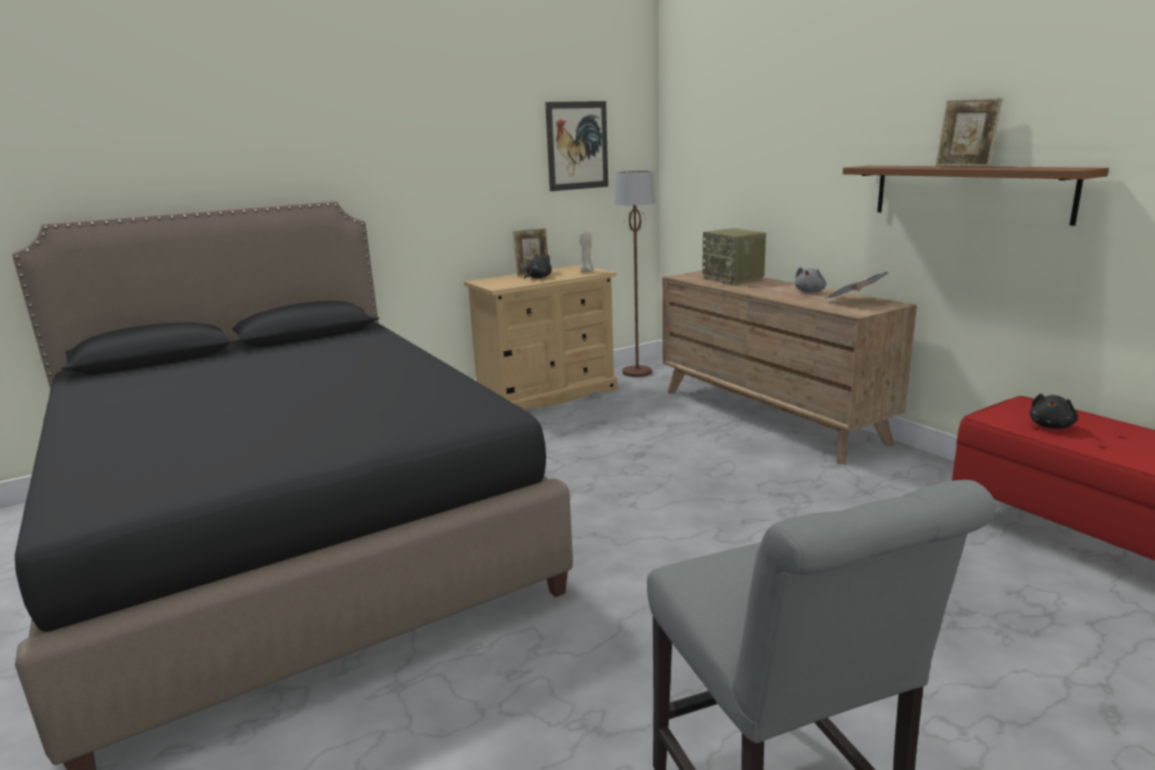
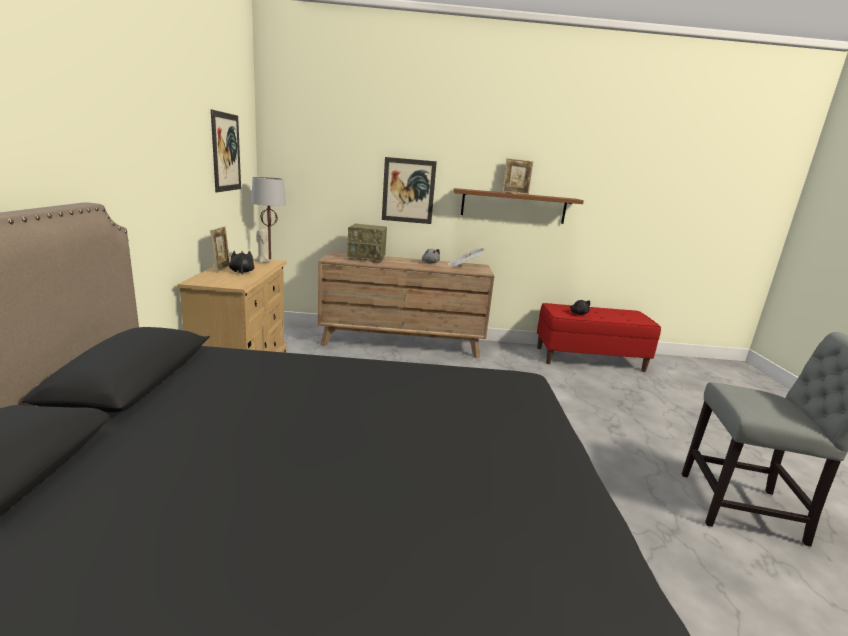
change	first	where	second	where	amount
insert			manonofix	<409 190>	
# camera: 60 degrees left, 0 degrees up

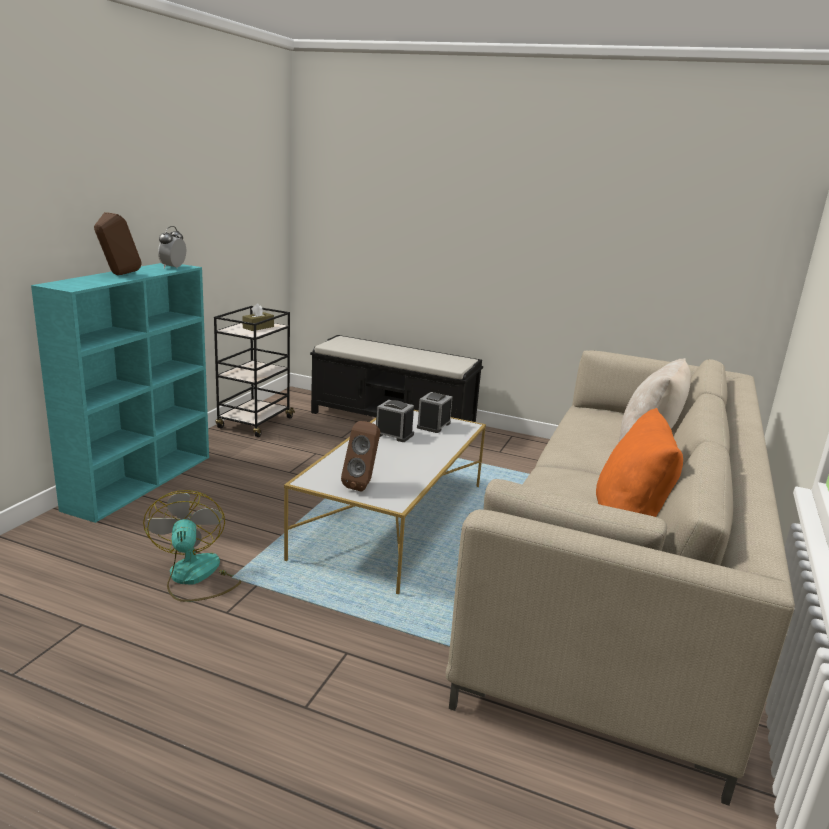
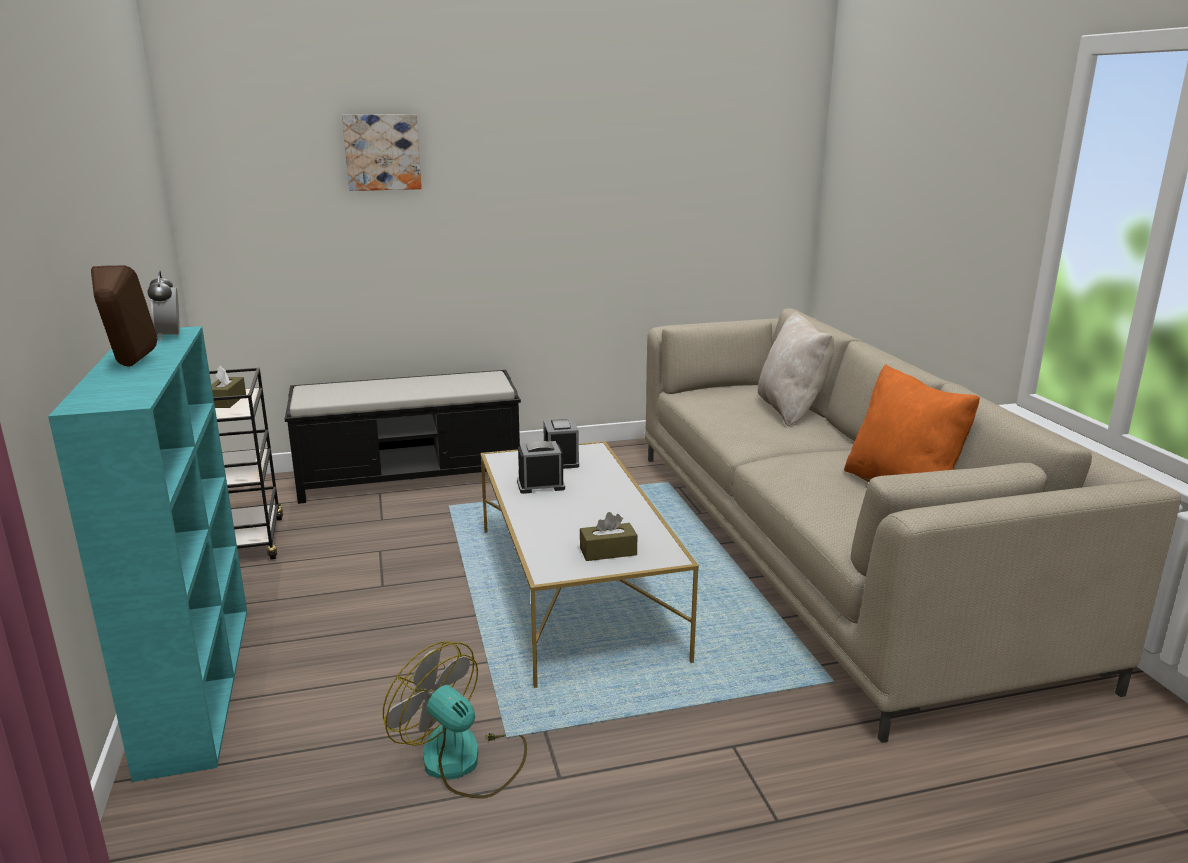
change	first	where	second	where	amount
replace	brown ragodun	<360 456>	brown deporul	<608 536>	
insert			manonofix	<382 152>	
# camera: 35 degrees left, 0 degrees up

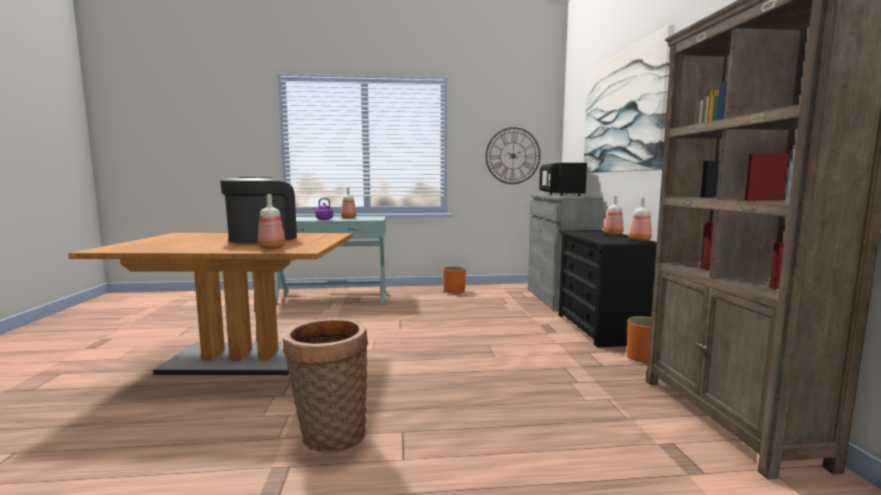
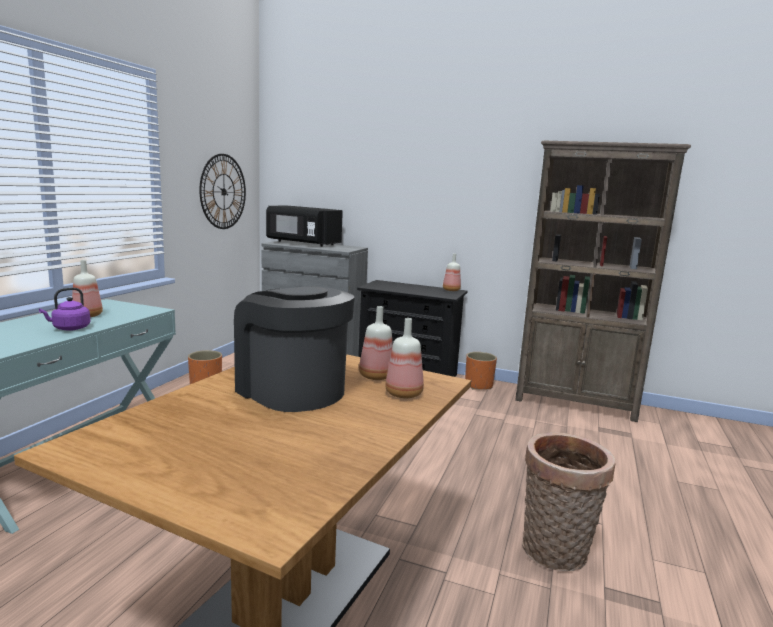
change	first	where	second	where	amount
delete	manonofix	<629 99>			
move	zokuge	<613 215>		<376 343>	
# camera: 65 degrees left, 5 degrees up

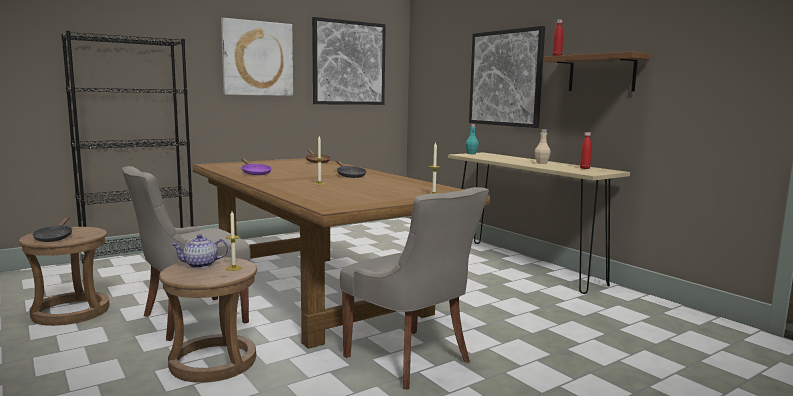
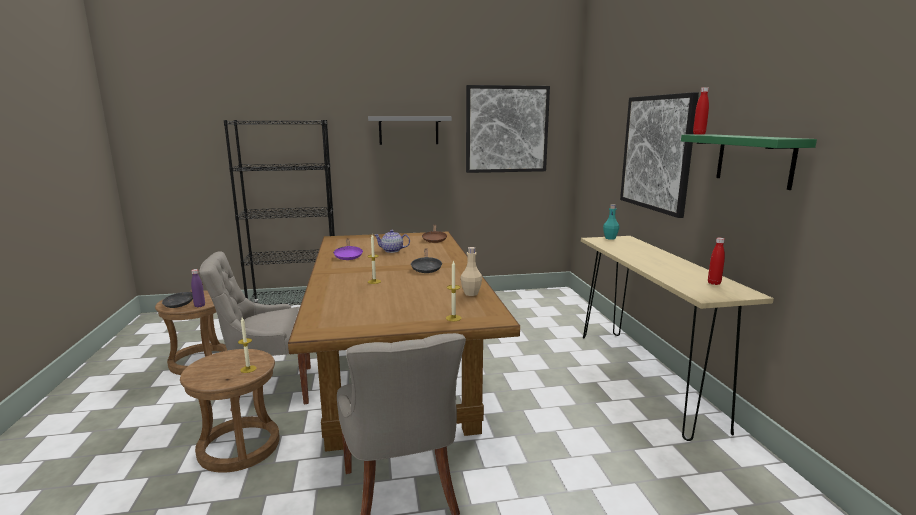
change	first	where	second	where	amount
move	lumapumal	<199 251>		<392 241>	
replace	manonofix	<257 57>	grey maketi	<410 130>	
move	beige zokuge	<543 146>		<471 271>	
recolor	brown maketi	<597 72>	green maketi	<749 162>	
insert			purple zokuge	<198 288>	
# camera: 25 degrees right, 5 degrees up

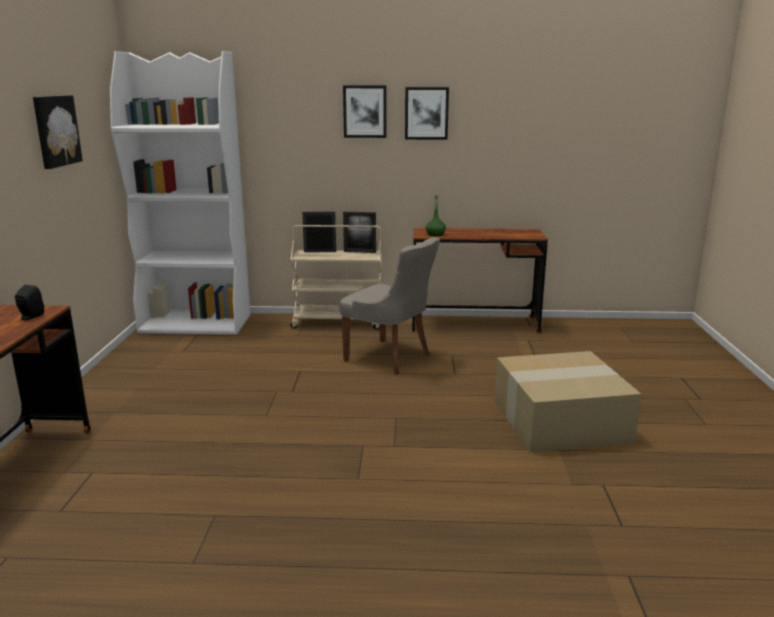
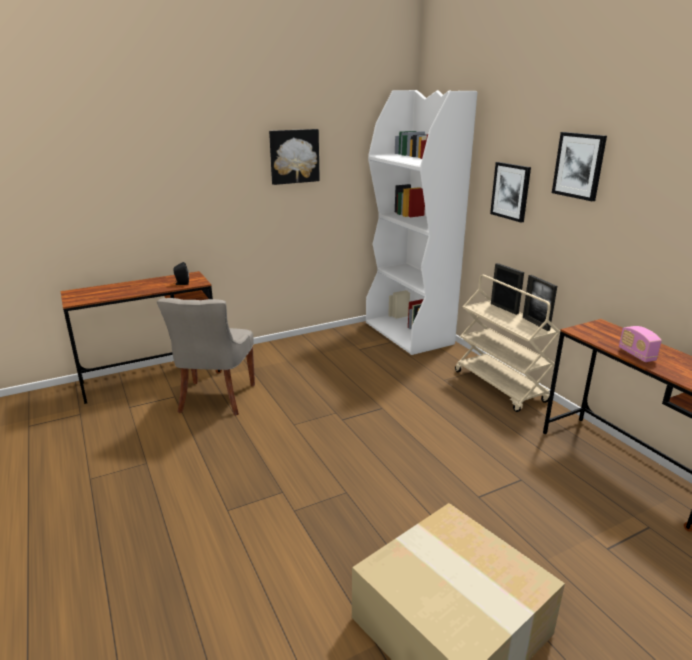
change	first	where	second	where	amount
move	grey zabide	<390 306>		<206 357>	
move	manonofix	<427 113>		<510 192>	
delete	green zokuge	<435 216>			
insert			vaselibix	<640 344>	
# camera: 60 degrees right, 5 degrees up

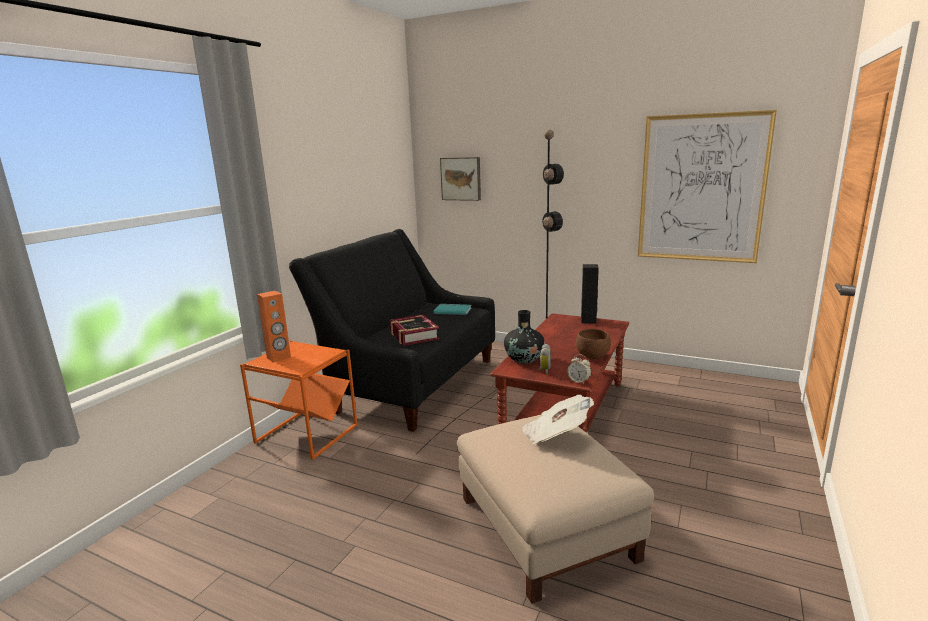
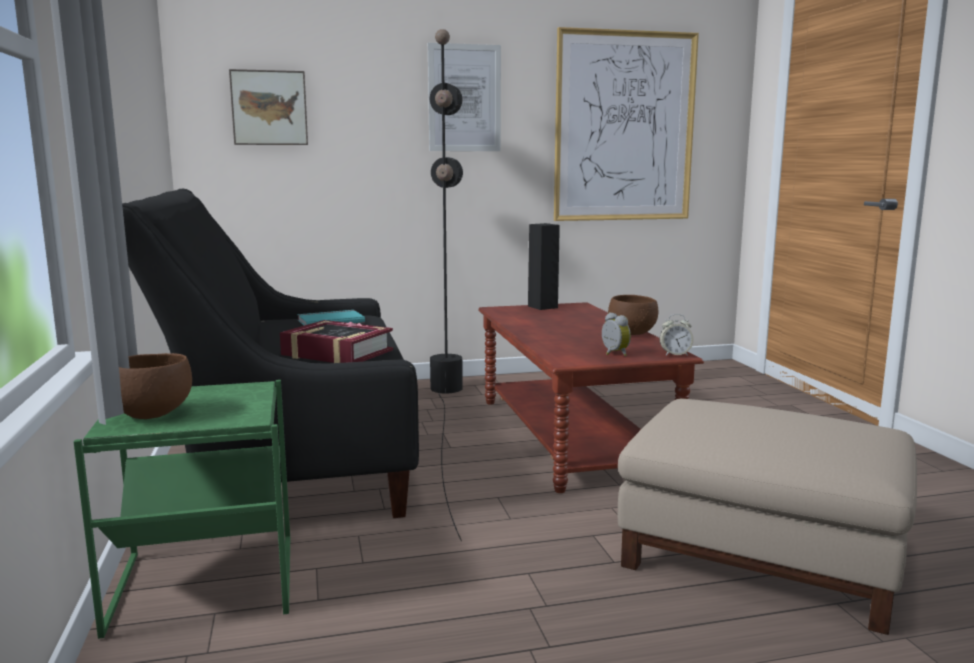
change	first	where	second	where	amount
recolor	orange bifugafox	<298 400>	green bifugafox	<182 509>	
replace	orange ragodun	<274 326>	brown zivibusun	<155 386>	
delete	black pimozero	<524 337>			
delete	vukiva	<558 419>			
insert			manonofix	<464 97>	
# camera: 40 degrees left, 5 degrees down

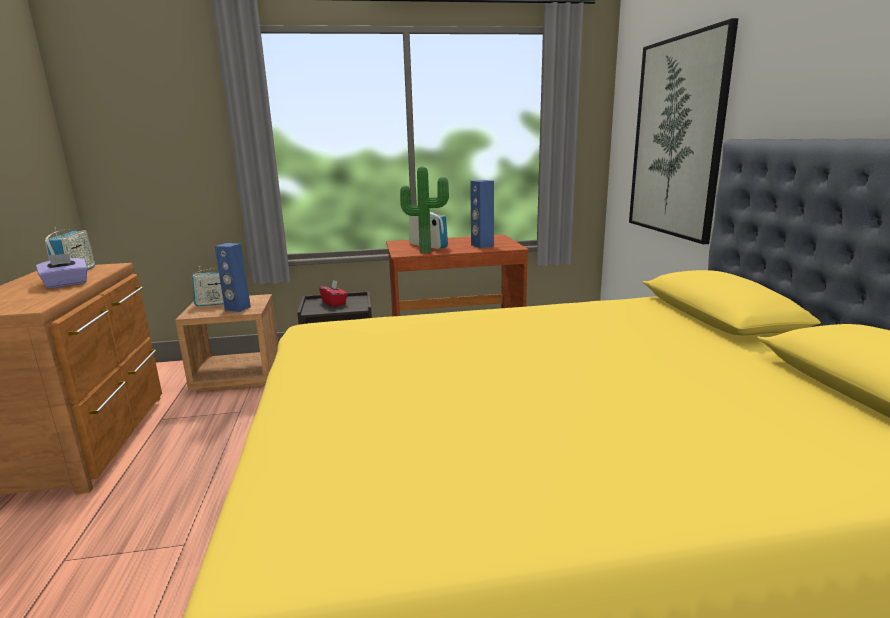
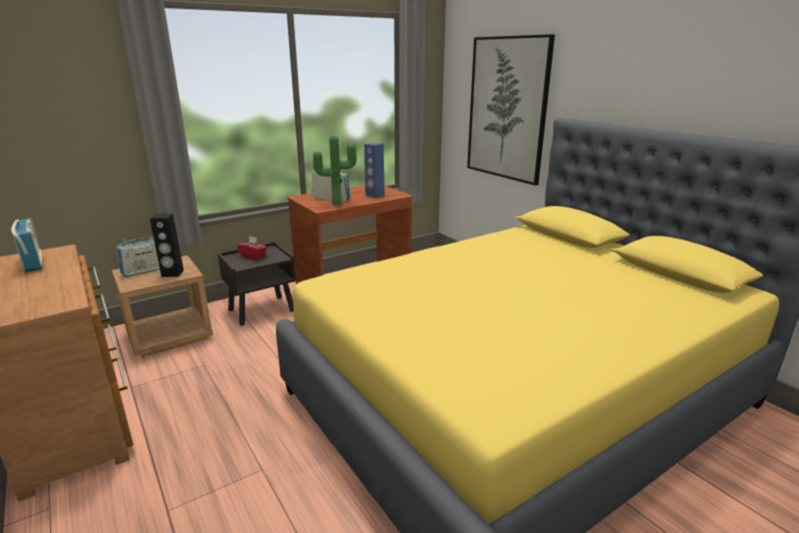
change	first	where	second	where	amount
delete	purple deporul	<62 271>			
recolor	blue ragodun	<233 277>	black ragodun	<167 245>	
# camera: 25 degrees left, 5 degrees up

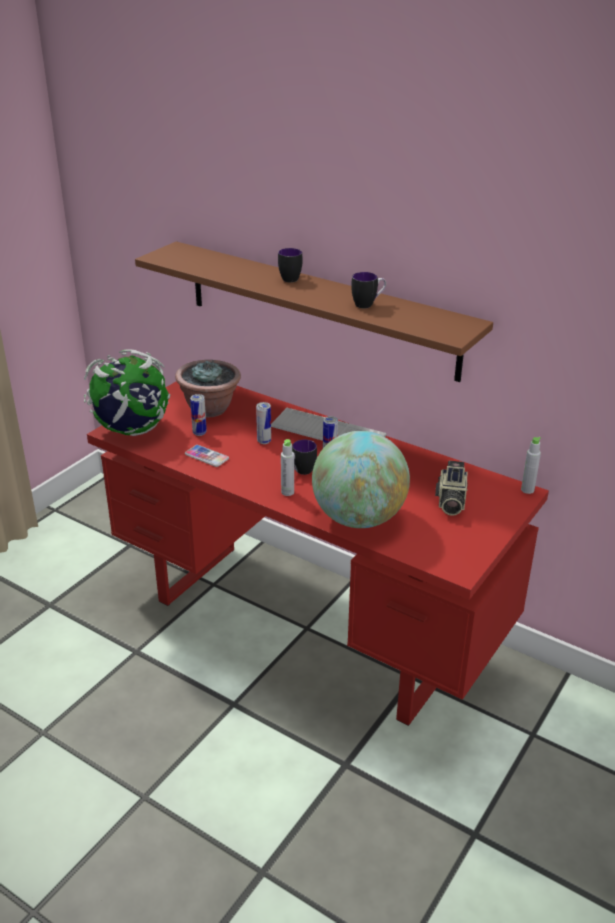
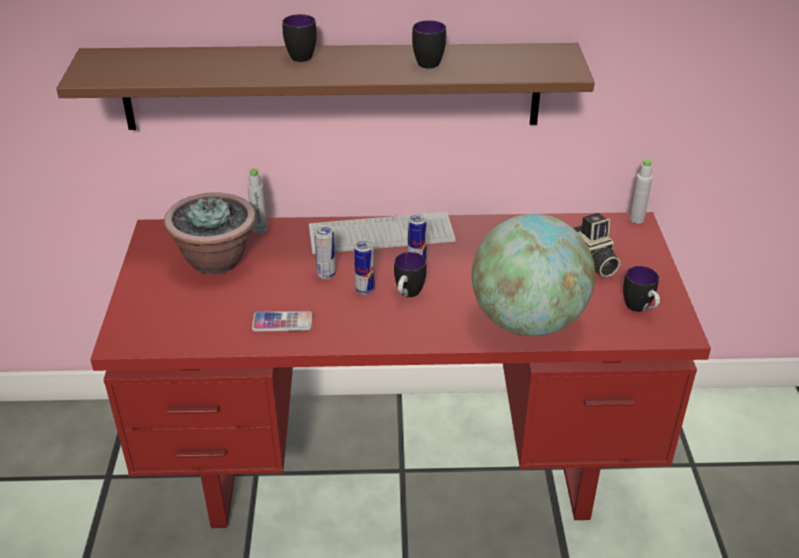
change	first	where	second	where	amount
delete	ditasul	<127 392>			
move	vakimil	<198 415>		<364 267>	
move	grey zokuge	<287 467>		<257 201>	
insert			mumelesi	<641 289>	
# camera: 35 degrees left, 5 degrees up

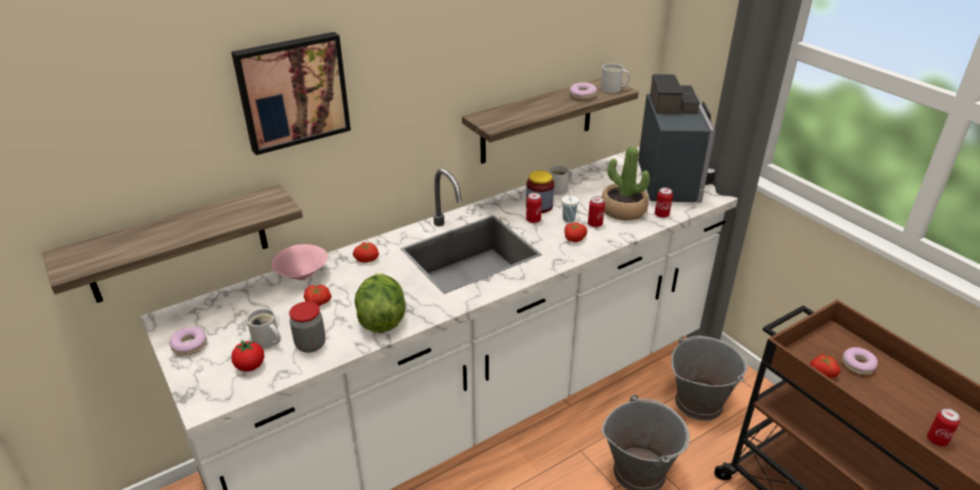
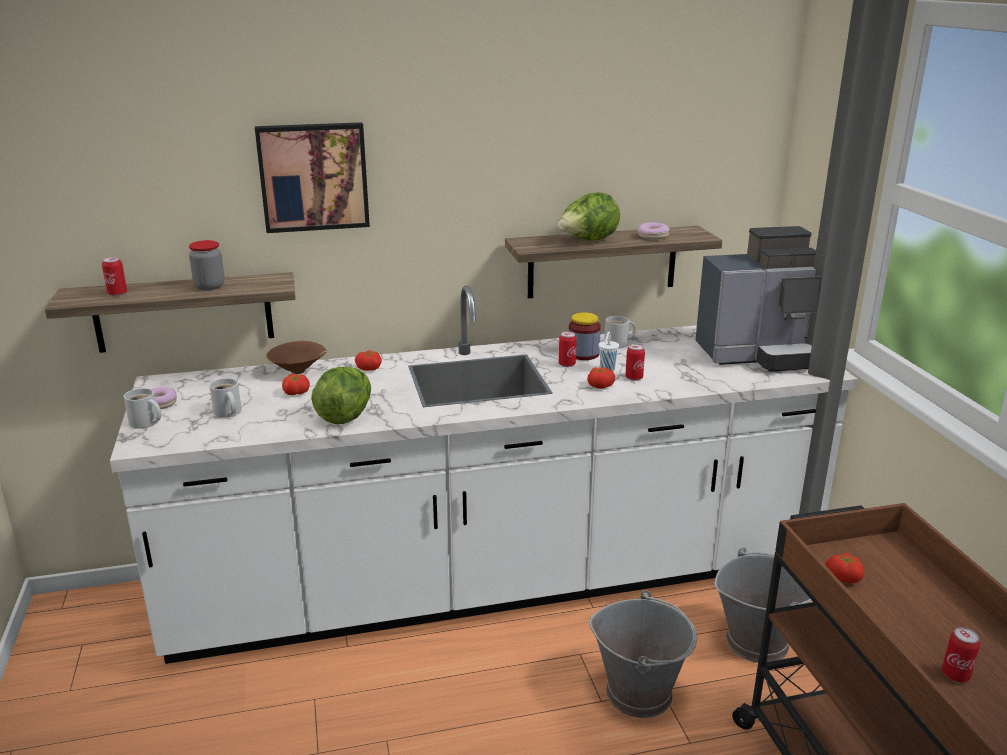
change	first	where	second	where	amount
delete	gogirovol	<247 355>			
recolor	pink zivibusun	<299 262>	brown zivibusun	<296 357>	
move	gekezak	<307 327>		<207 265>	
move	white mumelesi	<615 78>		<142 408>	
delete	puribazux	<625 183>			
rotate	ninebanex	<677 138>		<758 299>	60 degrees clockwise
move	vakimil	<664 202>		<114 276>	
delete	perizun	<860 361>			
insert			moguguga	<589 216>	
# camera: 20 degrees right, 10 degrees down

